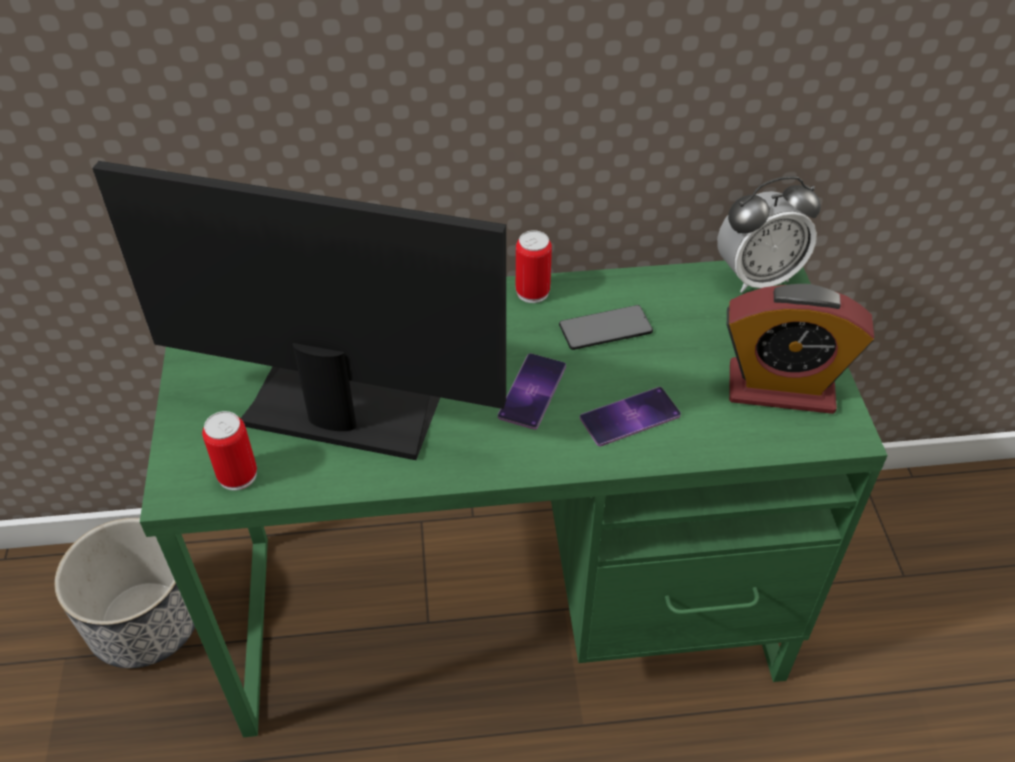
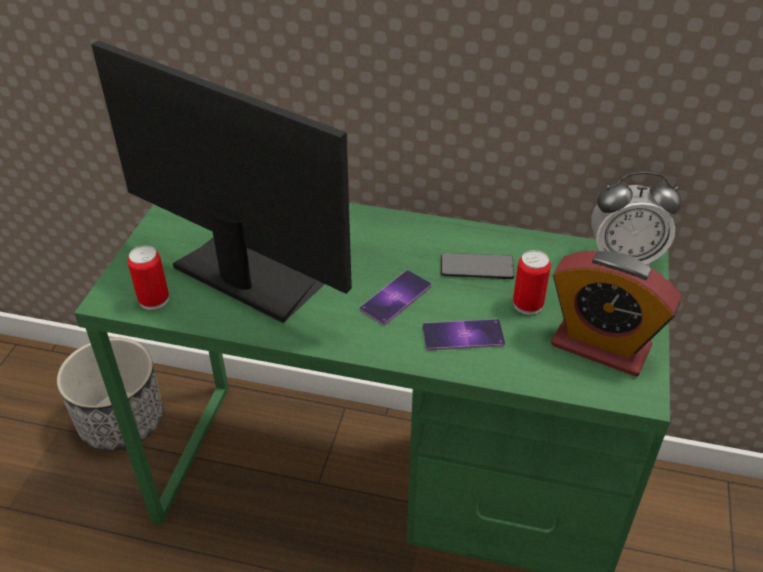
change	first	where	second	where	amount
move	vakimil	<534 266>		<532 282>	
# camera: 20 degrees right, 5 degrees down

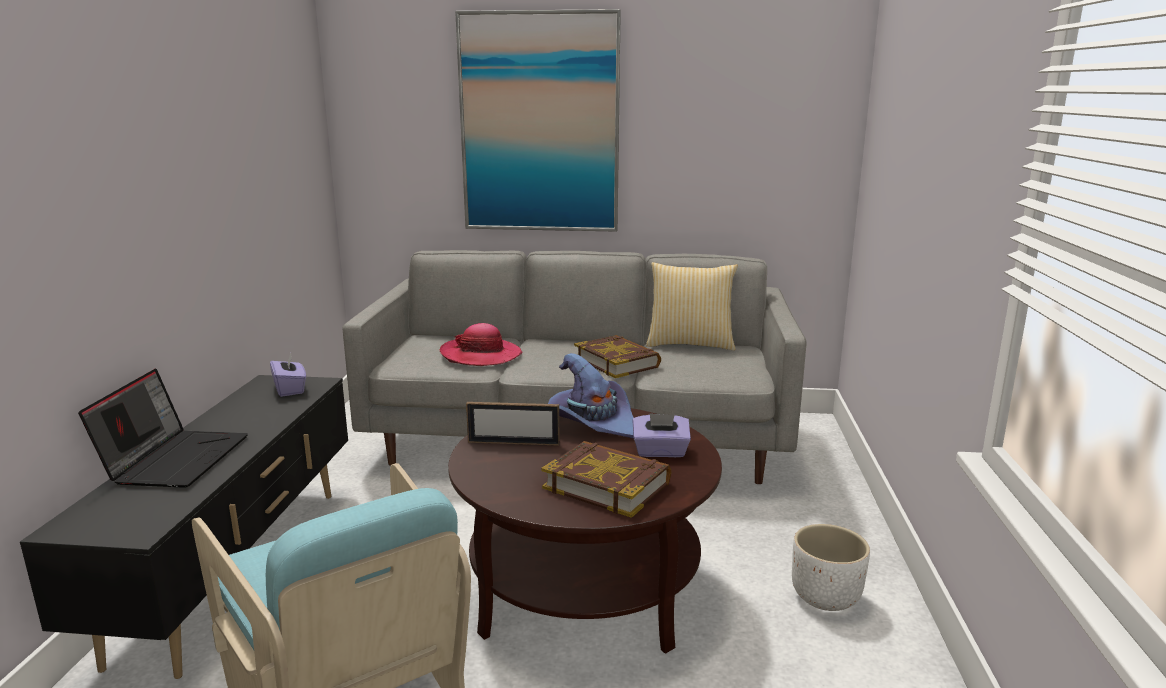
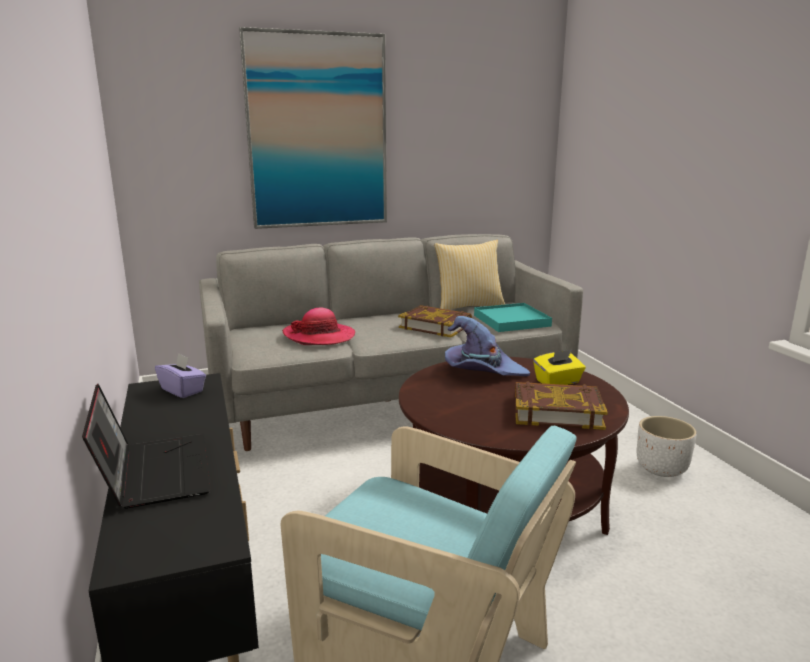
change	first	where	second	where	amount
delete	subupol	<513 424>			
recolor	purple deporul	<662 435>	yellow deporul	<559 367>	
insert			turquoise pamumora	<513 317>	
# camera: 25 degrees left, 0 degrees up

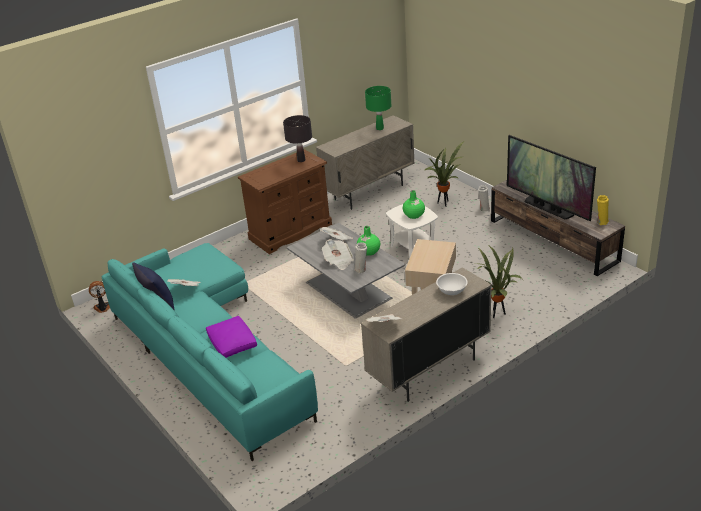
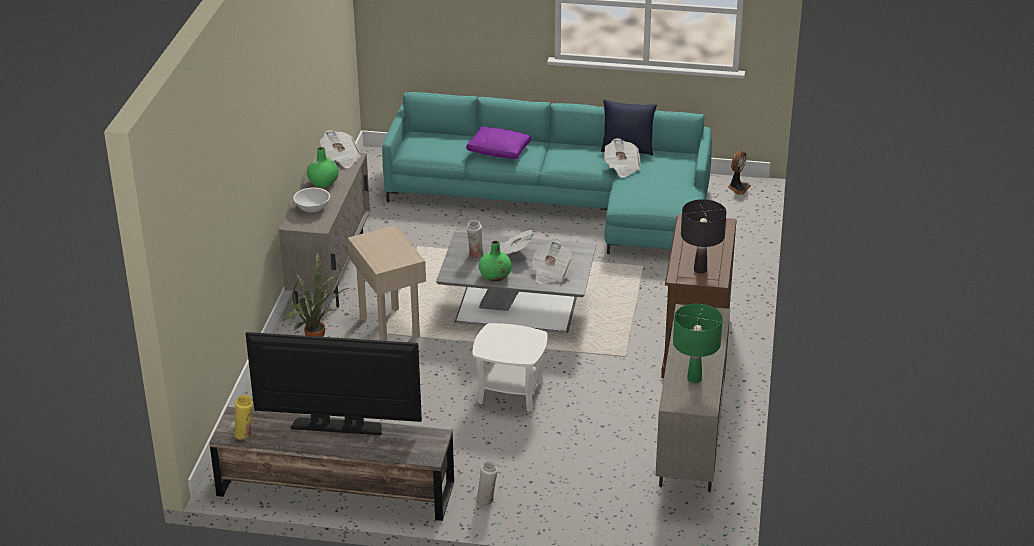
change	first	where	second	where	amount
move	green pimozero	<414 204>		<323 167>	
delete	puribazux	<444 174>			
# camera: 135 degrees right, 0 degrees up

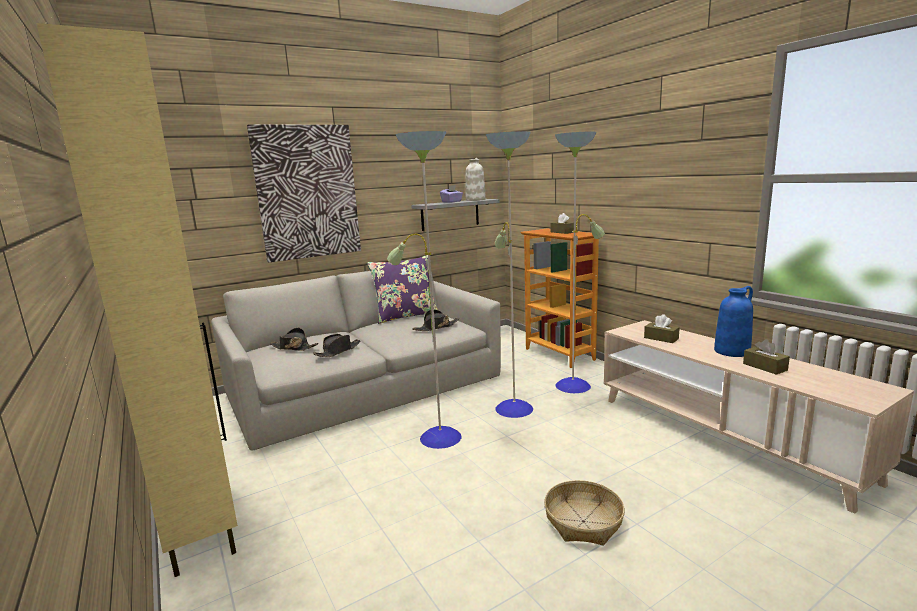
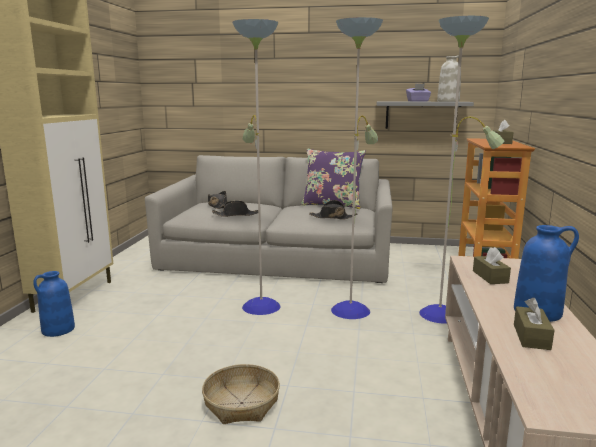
change	first	where	second	where	amount
delete	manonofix	<304 193>			
insert			blue pimozero	<54 304>	
# camera: 40 degrees right, 0 degrees up

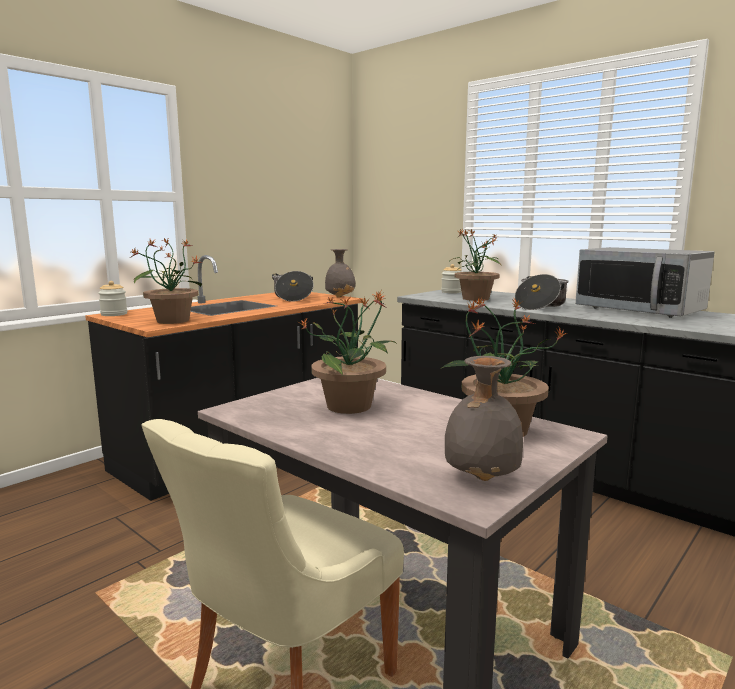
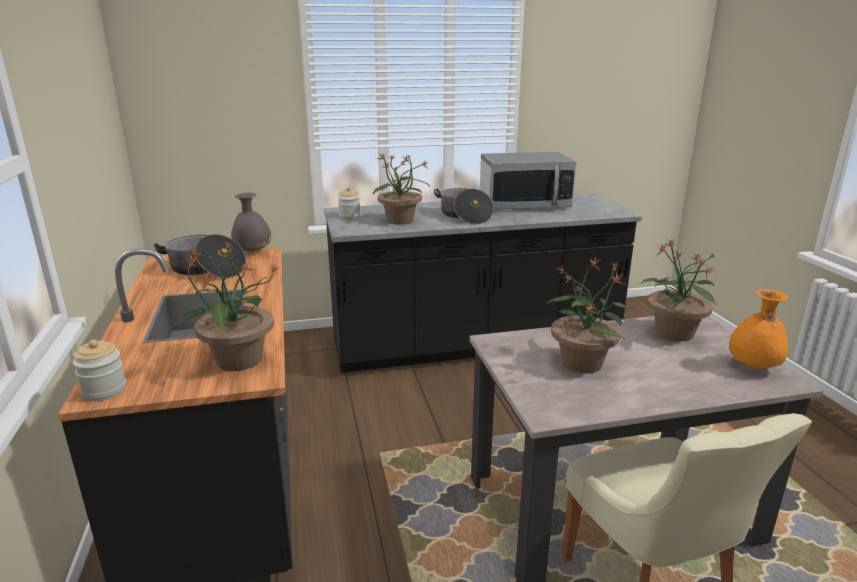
change	first	where	second	where	amount
recolor	grey pimozero	<484 418>	orange pimozero	<758 329>	
# camera: 55 degrees left, 10 degrees up

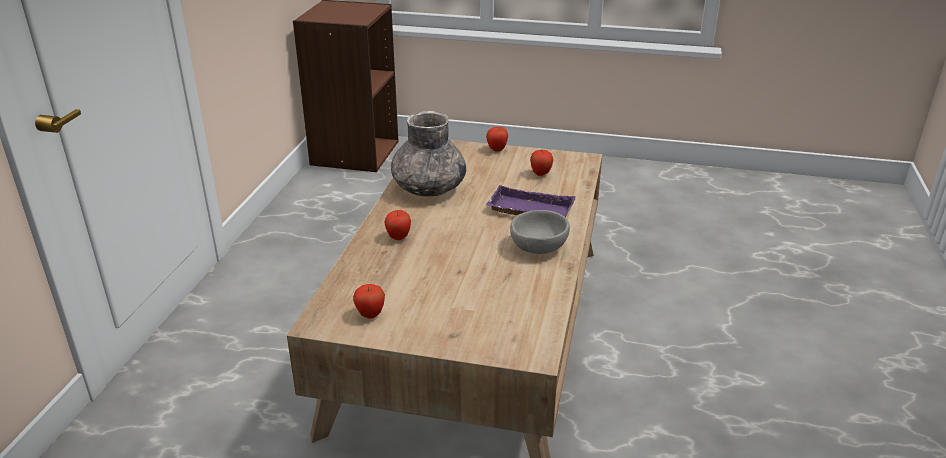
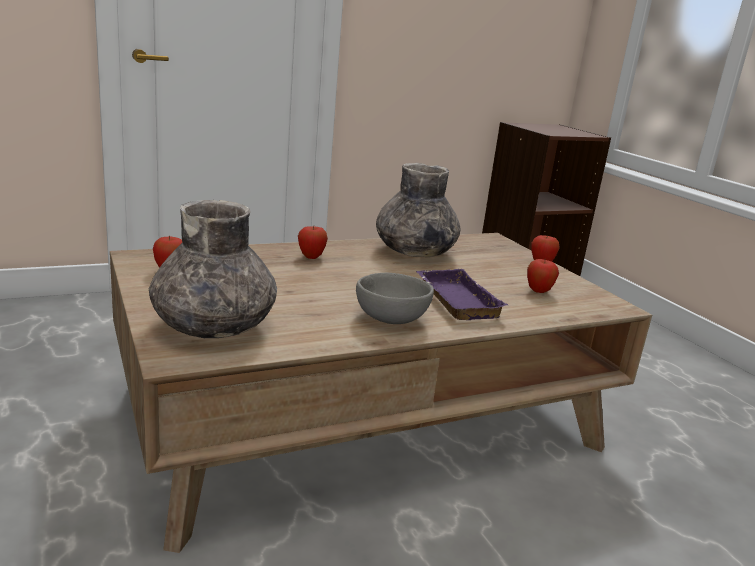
change	first	where	second	where	amount
insert			grey pimozero	<213 269>	
# camera: 50 degrees right, 10 degrees down

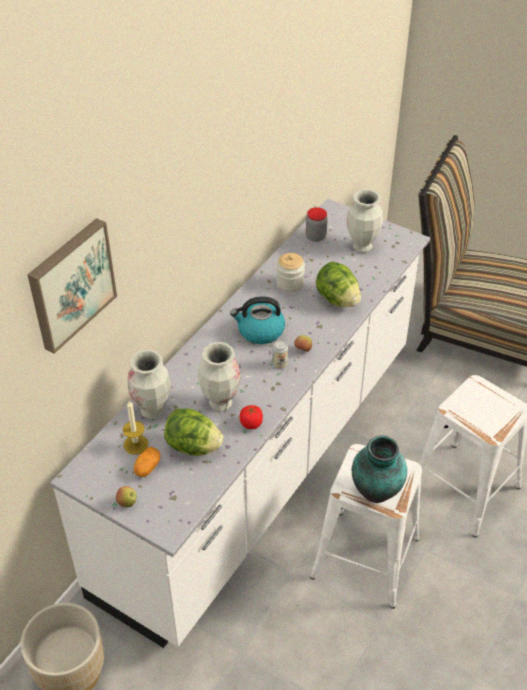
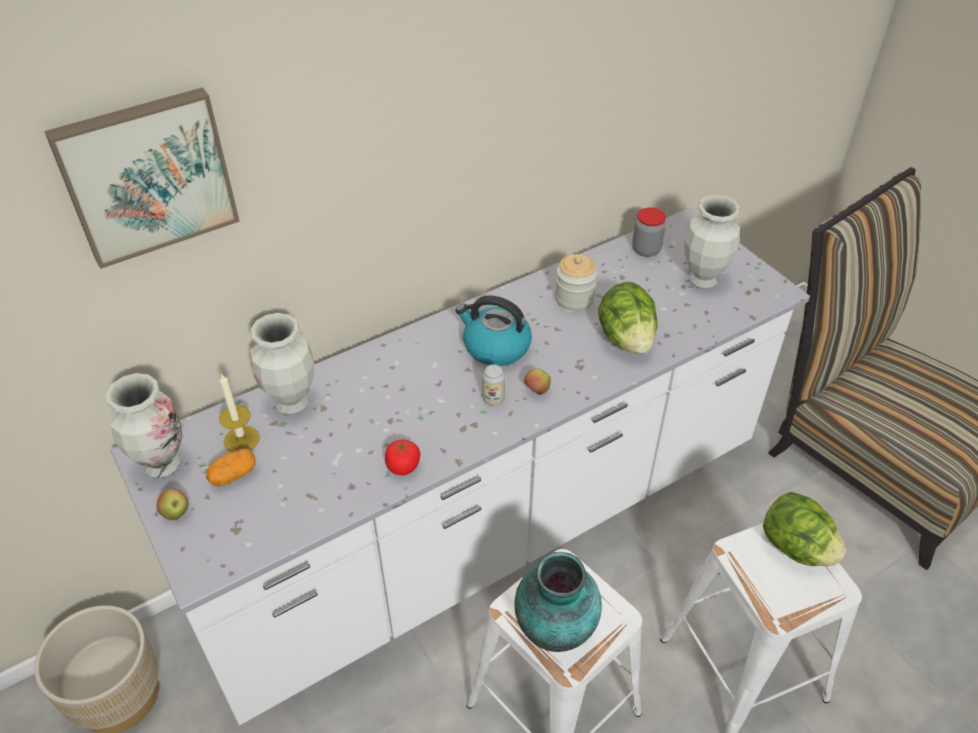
change	first	where	second	where	amount
move	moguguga	<194 432>		<804 529>	
move	pimozero	<219 376>		<144 425>	
# camera: 25 degrees right, 0 degrees up

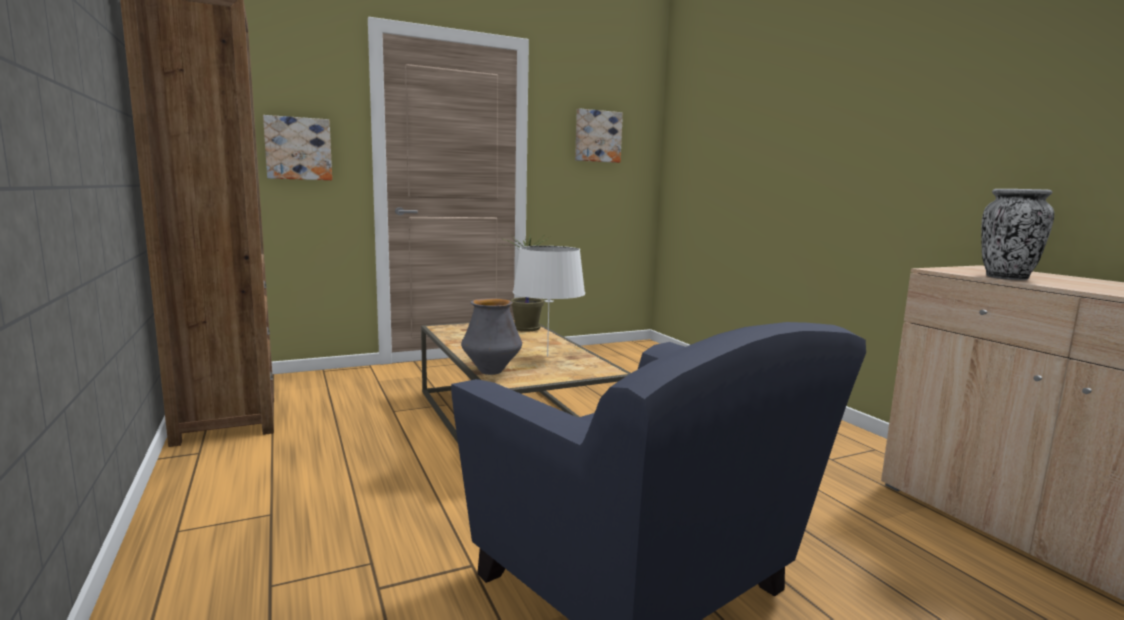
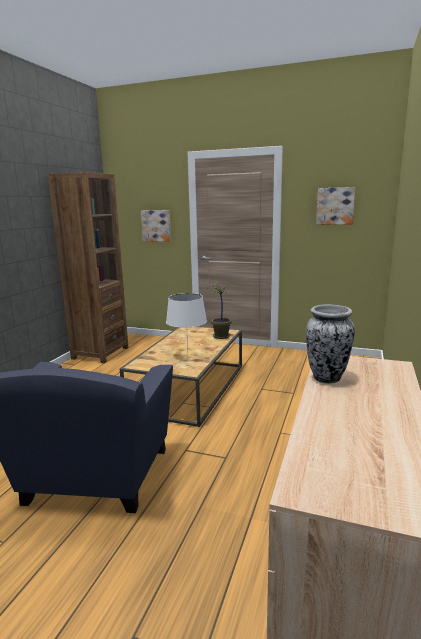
change	first	where	second	where	amount
delete	pimozero	<491 336>			
# camera: 45 degrees right, 5 degrees up

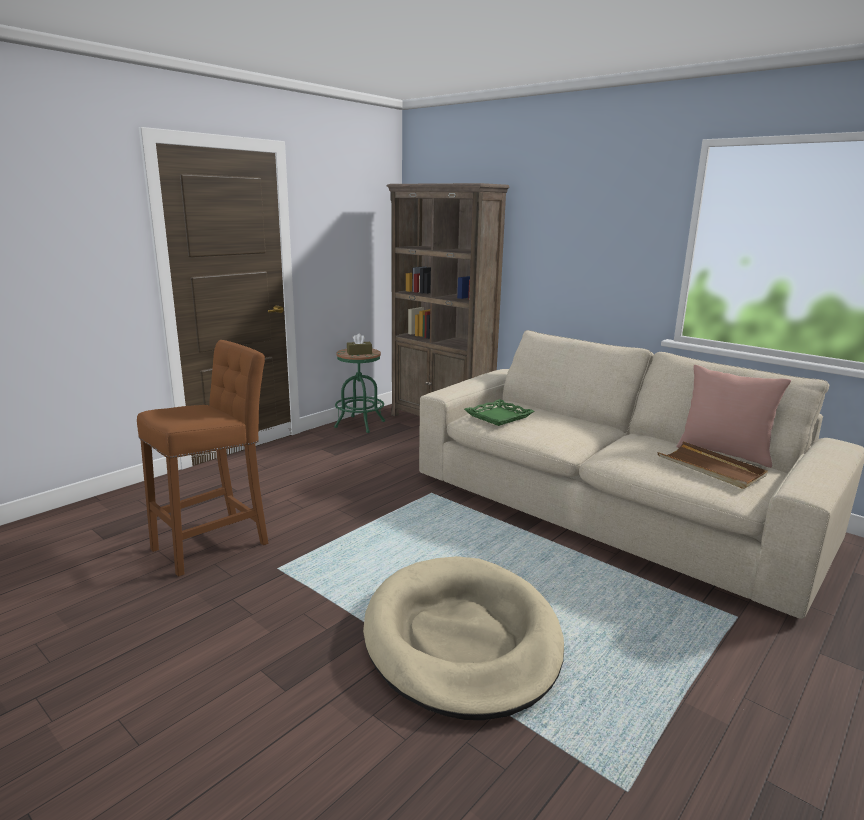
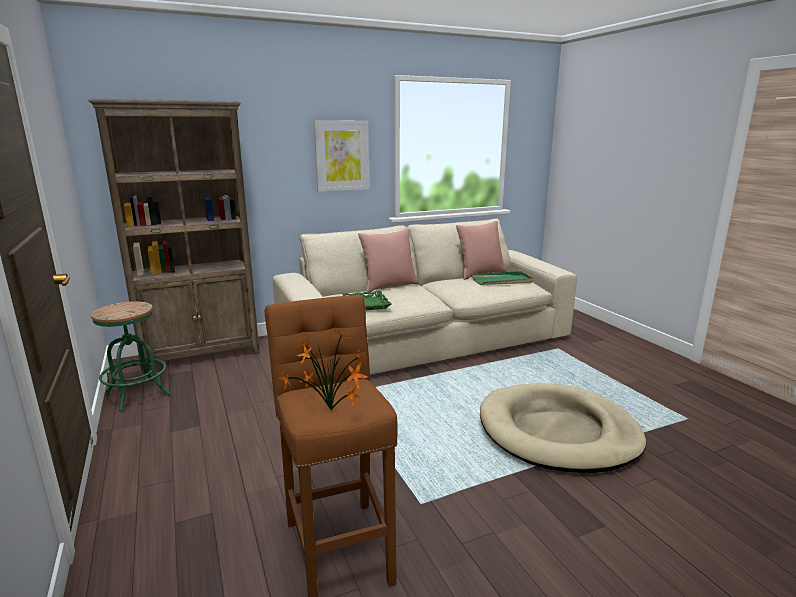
change	first	where	second	where	amount
delete	brown deporul	<359 344>			
recolor	brown pamumora	<713 465>	green pamumora	<502 278>	
insert			puribazux	<322 371>	
insert			manonofix	<341 156>	
insert			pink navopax	<388 260>	
# camera: 65 degrees left, 0 degrees up

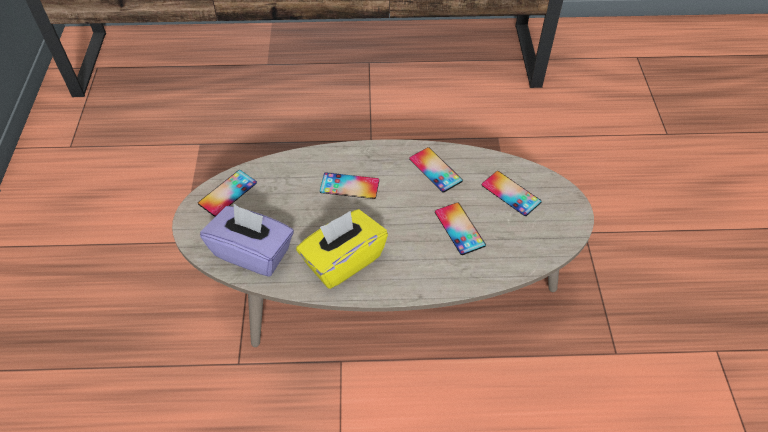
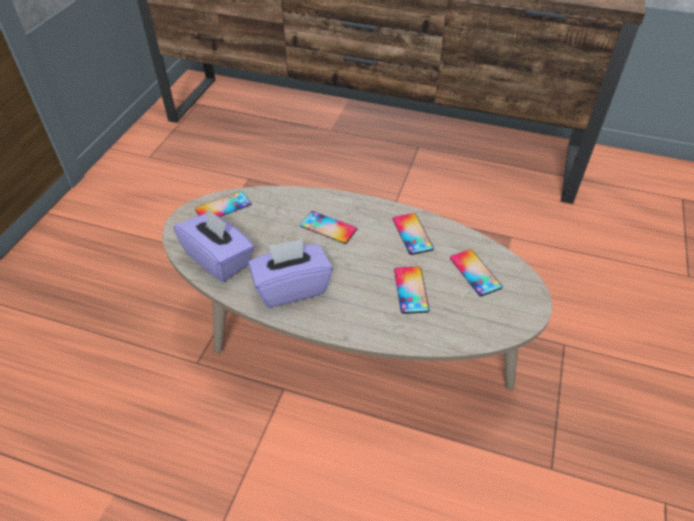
change	first	where	second	where	amount
recolor	yellow deporul	<342 249>	purple deporul	<290 273>	
# camera: 20 degrees right, 5 degrees down

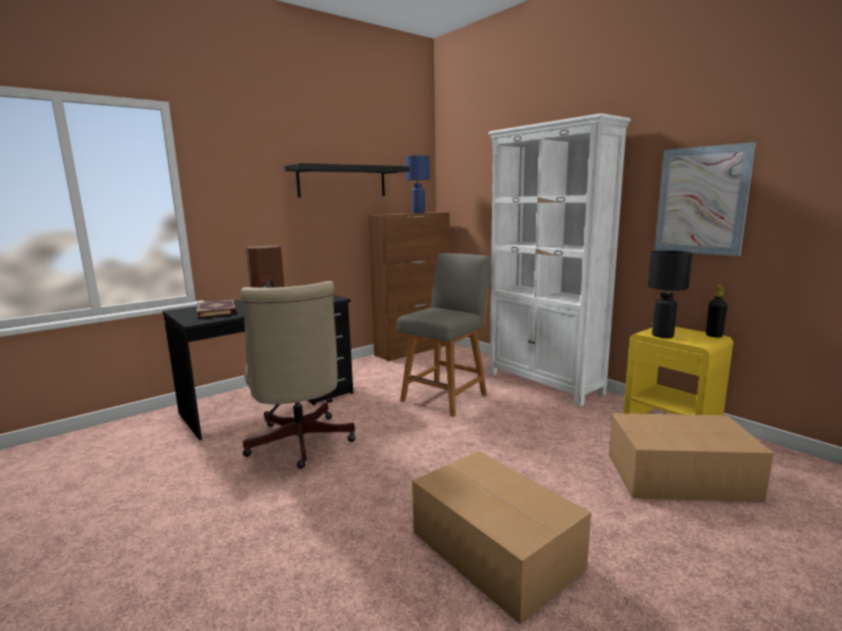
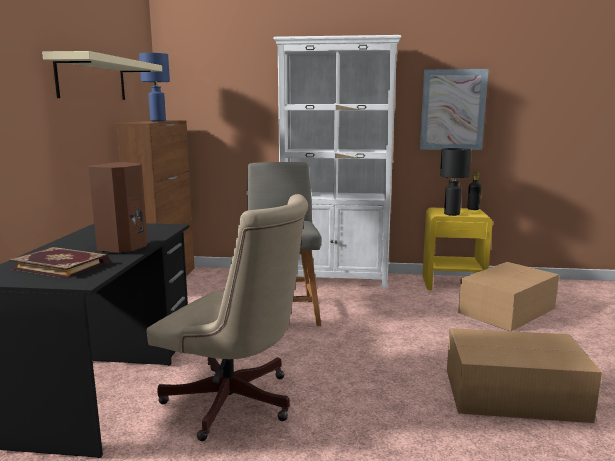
change	first	where	second	where	amount
recolor	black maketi	<347 180>	beige maketi	<102 75>	
# camera: 45 degrees left, 0 degrees up

